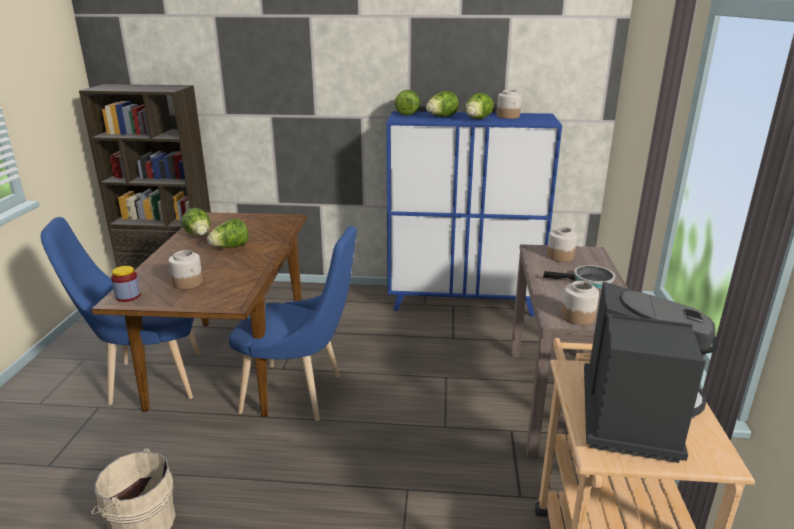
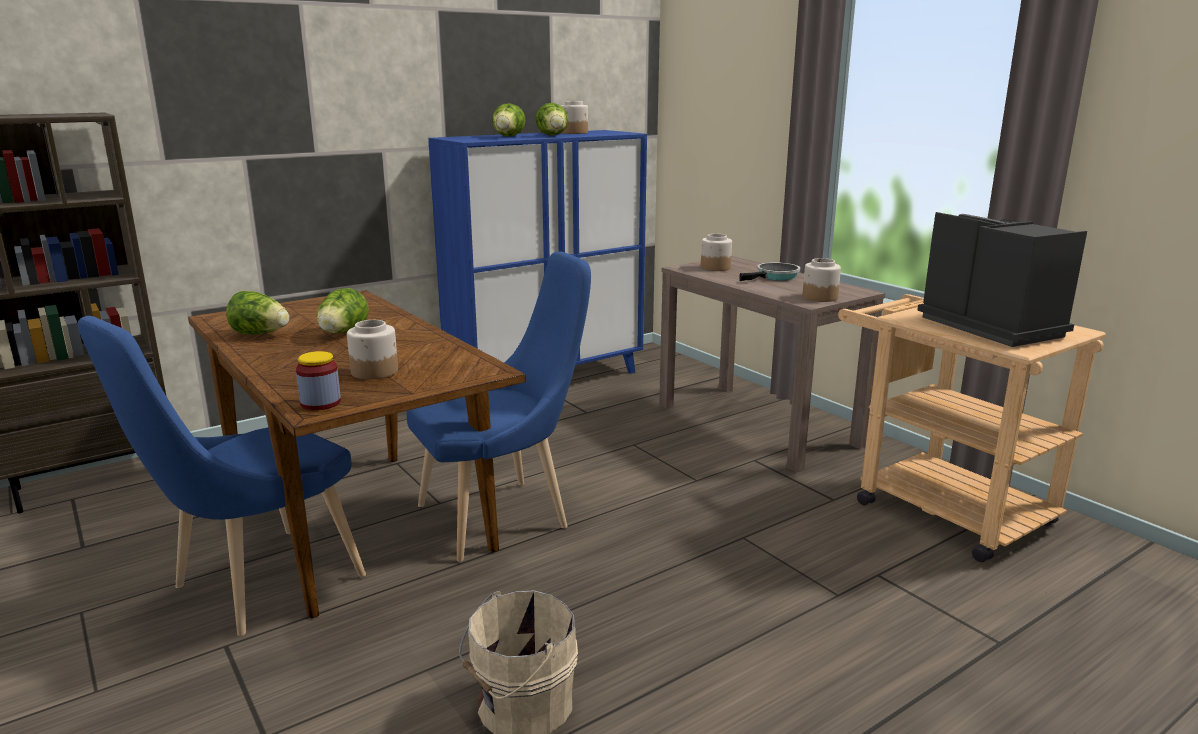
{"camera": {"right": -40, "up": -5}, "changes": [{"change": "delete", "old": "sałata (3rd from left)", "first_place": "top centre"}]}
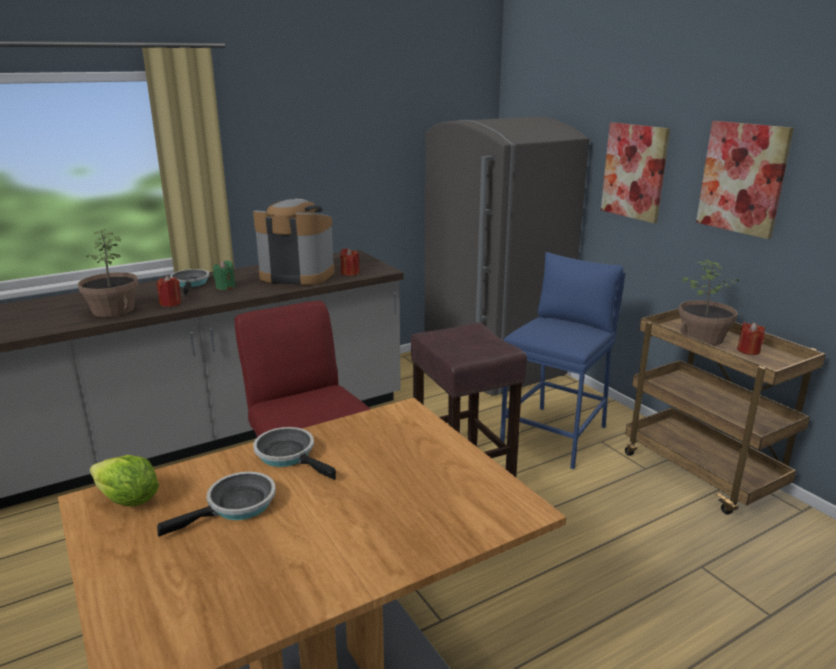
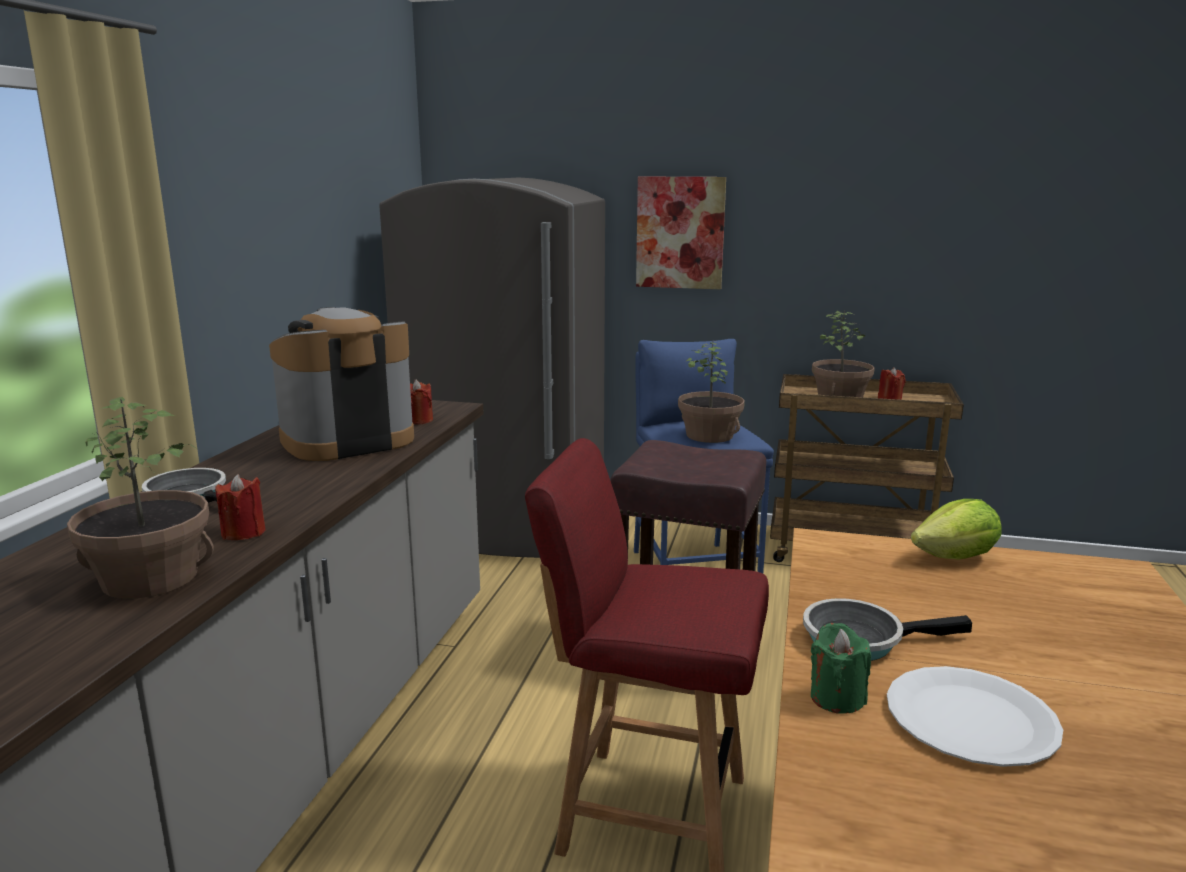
{"camera": {"right": -45, "up": -5}, "changes": [{"change": "delete", "old": "obraz (2nd from left)", "first_place": "top right"}, {"change": "insert", "new": "roślina doniczkowa (2nd from left)", "second_place": "centre"}, {"change": "move", "old": "sałata", "first_place": "bottom left", "second_place": "middle right"}, {"change": "move", "old": "świeca (zielony)", "first_place": "middle left", "second_place": "bottom right"}, {"change": "replace", "old": "patelnia (2nd from left)", "new": "talerz (biały)", "first_place": "bottom left", "second_place": "bottom right"}]}
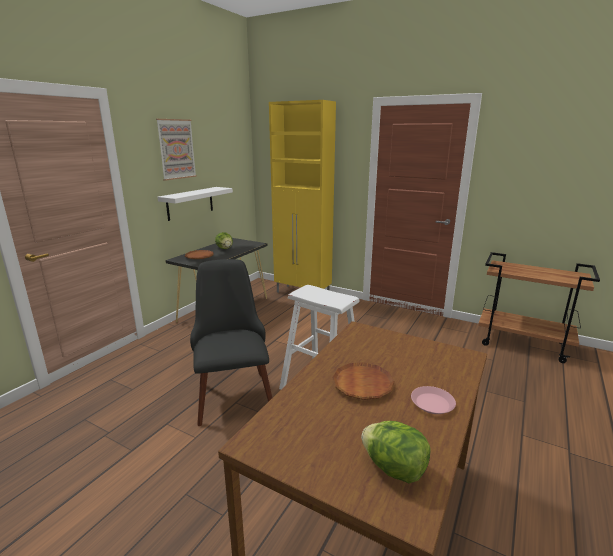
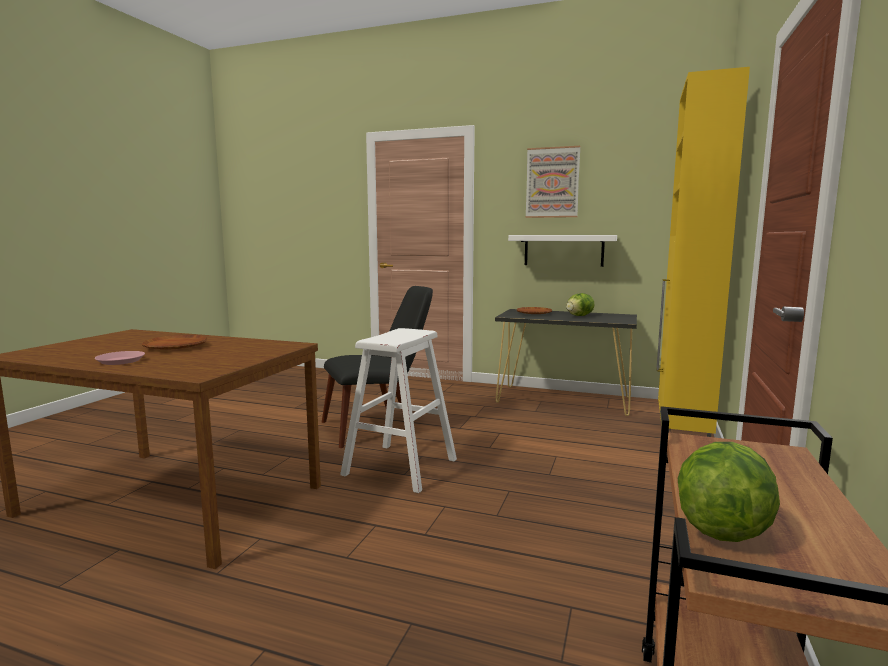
{"camera": {"right": 80, "up": -10}, "changes": [{"change": "move", "old": "sałata (2nd from left)", "first_place": "bottom centre", "second_place": "bottom right"}]}
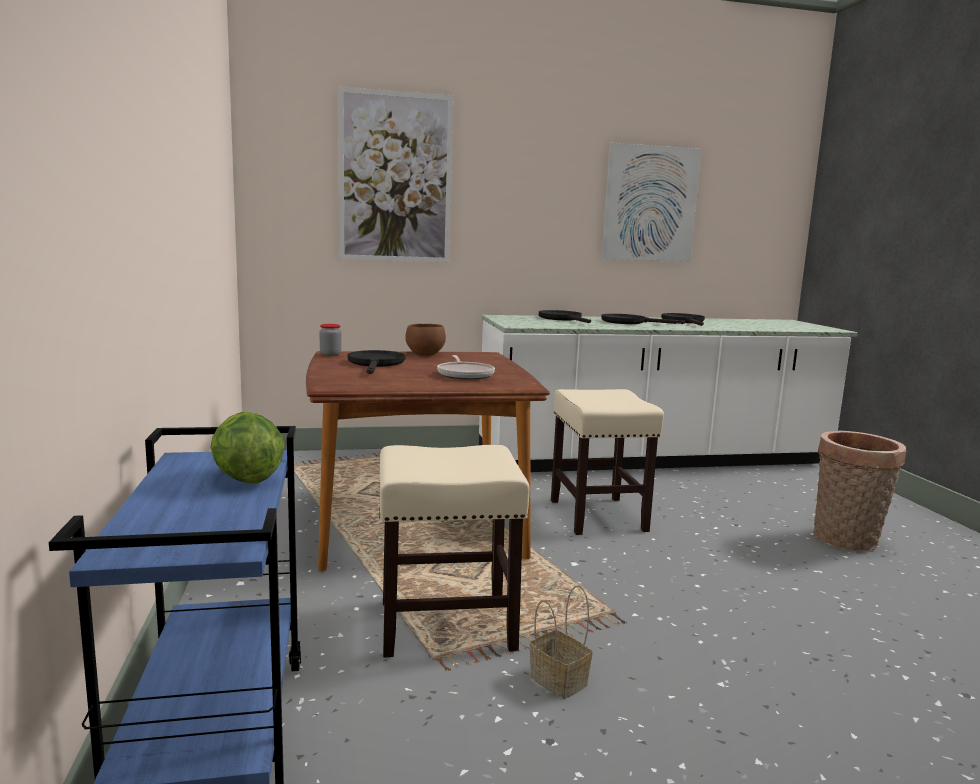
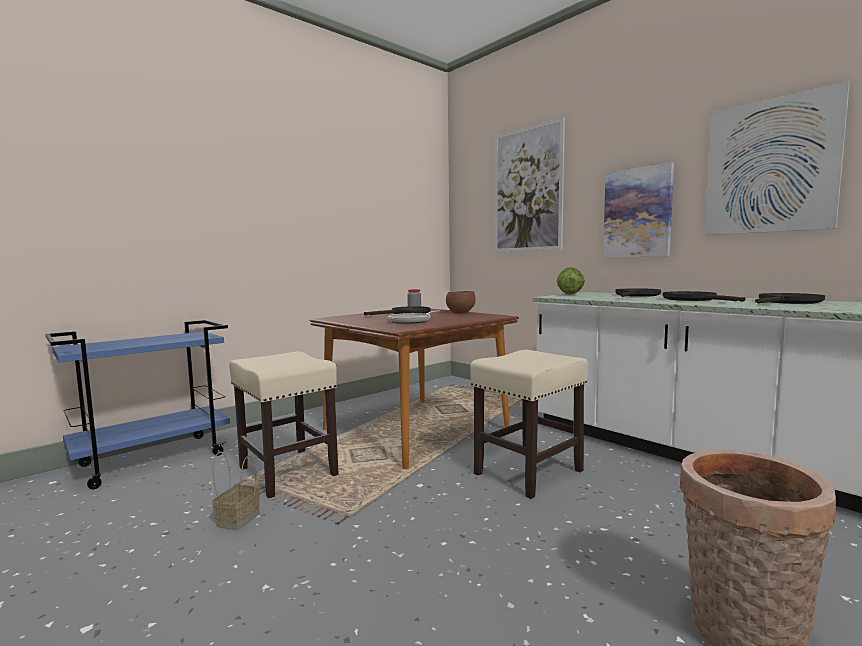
{"camera": {"right": 60, "up": -5}, "changes": [{"change": "insert", "new": "obraz (2nd from left)", "second_place": "top right"}, {"change": "move", "old": "sałata", "first_place": "middle left", "second_place": "centre"}]}
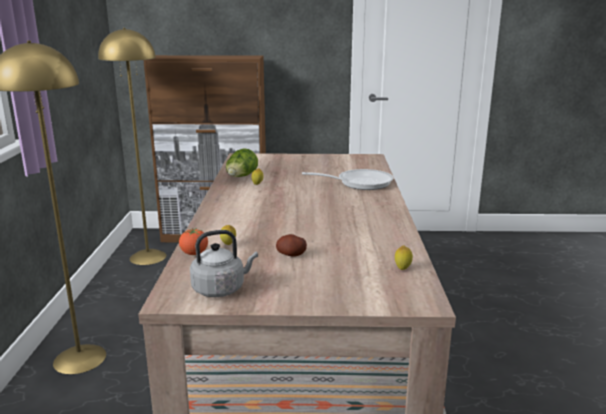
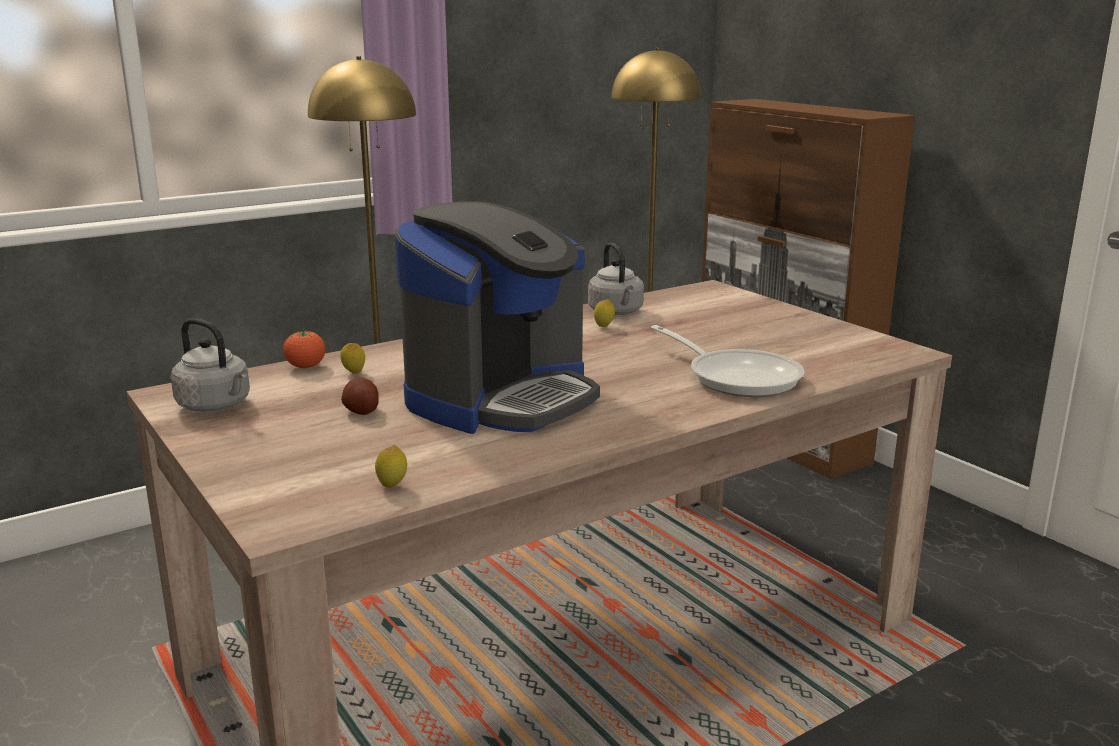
{"camera": {"right": 55, "up": 0}, "changes": [{"change": "insert", "new": "ekspres do kawy", "second_place": "centre"}, {"change": "replace", "old": "sałata", "new": "czajnik (szary) (2nd from left)", "first_place": "centre", "second_place": "centre"}]}
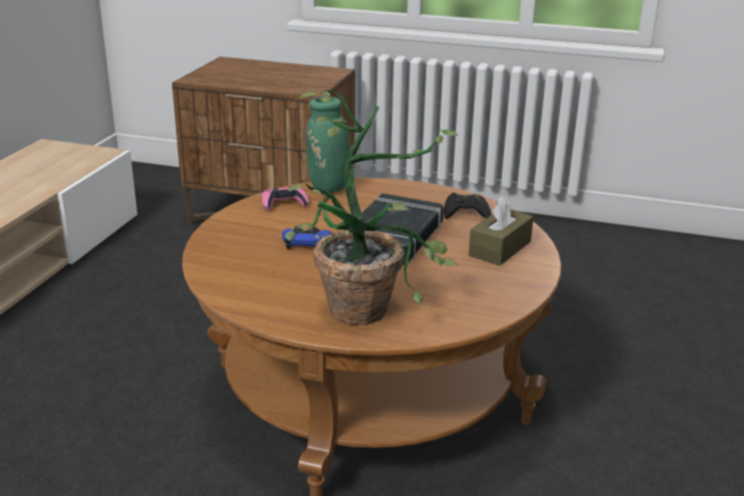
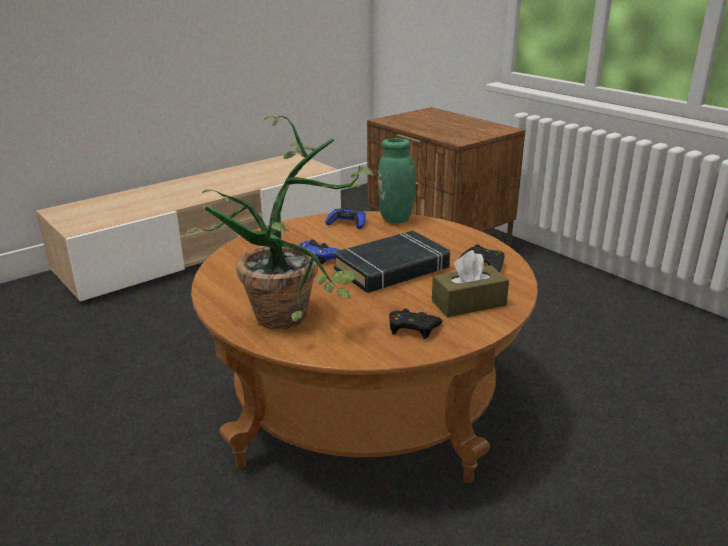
{"camera": {"right": 35, "up": 0}, "changes": [{"change": "insert", "new": "pad do gier (czarny) (1st from left)", "second_place": "centre"}, {"change": "recolor", "old": "pad do gier (różowy)", "new": "pad do gier (niebieski) (2nd from left)", "first_place": "centre", "second_place": "centre"}]}
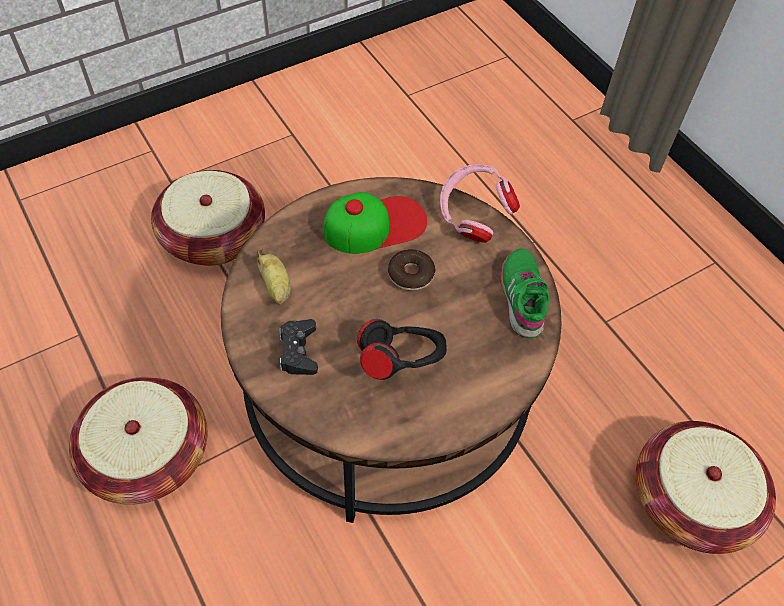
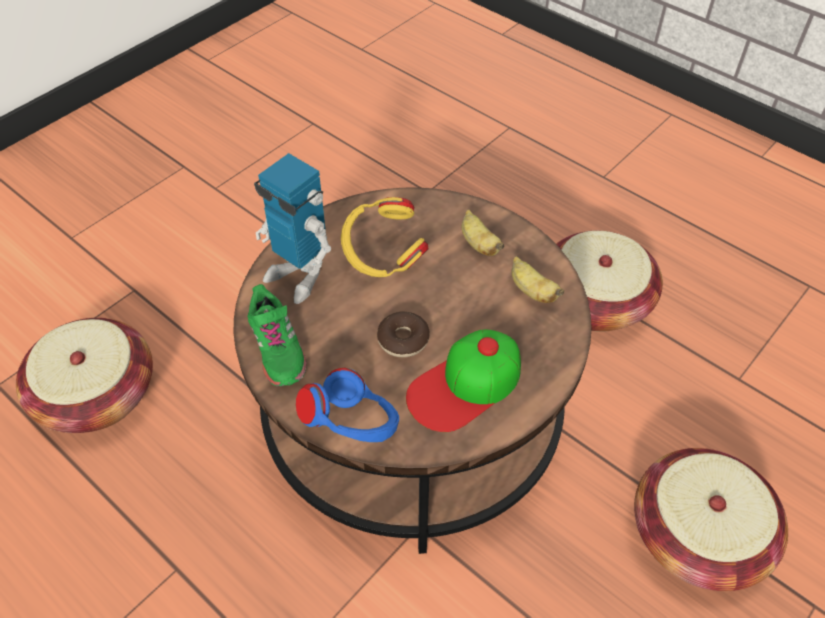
{"camera": {"right": 165, "up": -5}, "changes": [{"change": "insert", "new": "robot zabawkowy", "second_place": "centre"}, {"change": "replace", "old": "pad do gier (czarny)", "new": "banan (1st from left)", "first_place": "centre", "second_place": "centre"}, {"change": "recolor", "old": "słuchawki (czarny)", "new": "słuchawki (żółty)", "first_place": "centre", "second_place": "centre"}, {"change": "recolor", "old": "słuchawki (różowy)", "new": "słuchawki (niebieski)", "first_place": "centre", "second_place": "centre"}]}
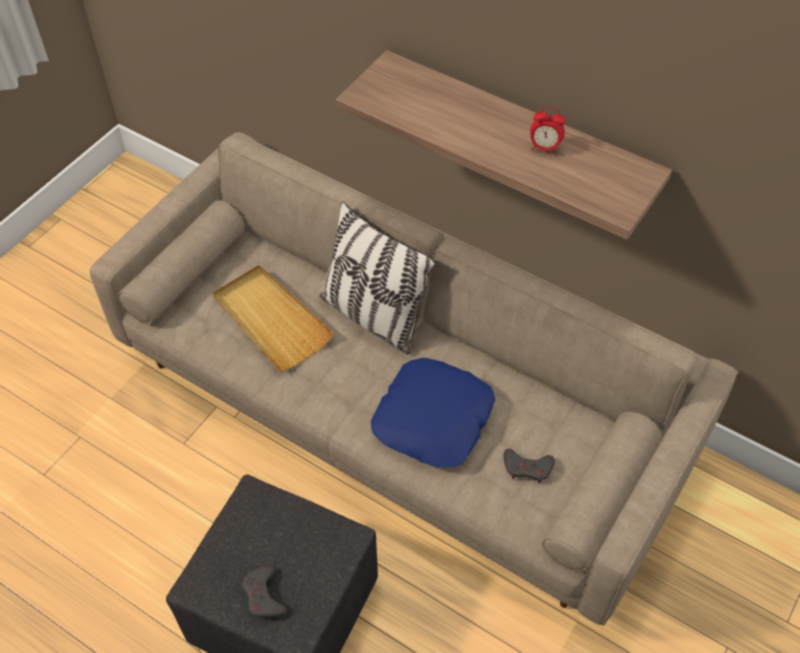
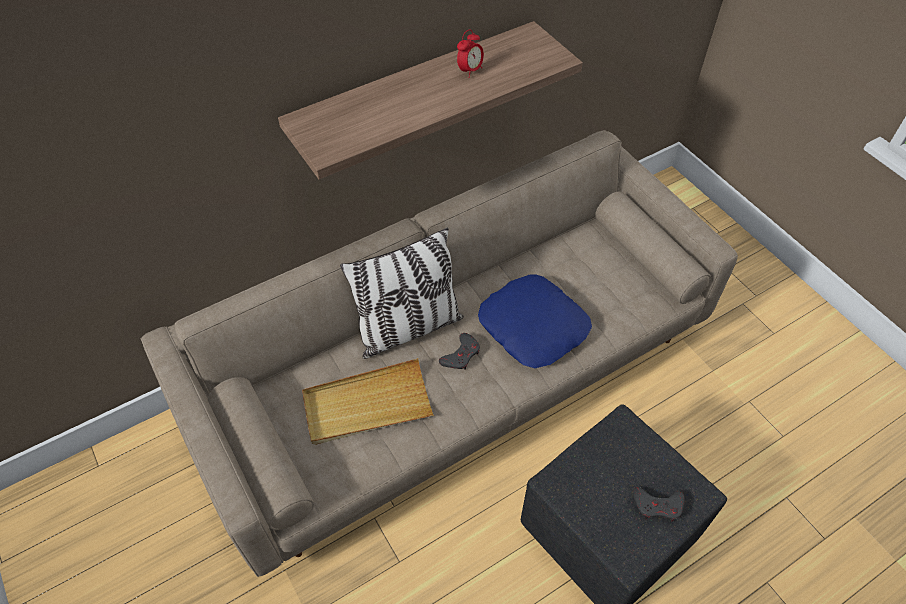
{"camera": {"right": -65, "up": 0}, "changes": [{"change": "move", "old": "pad do gier (szary) (2nd from left in the first image)", "new": "pad do gier (szary) (1st from left)", "first_place": "bottom centre", "second_place": "centre"}]}
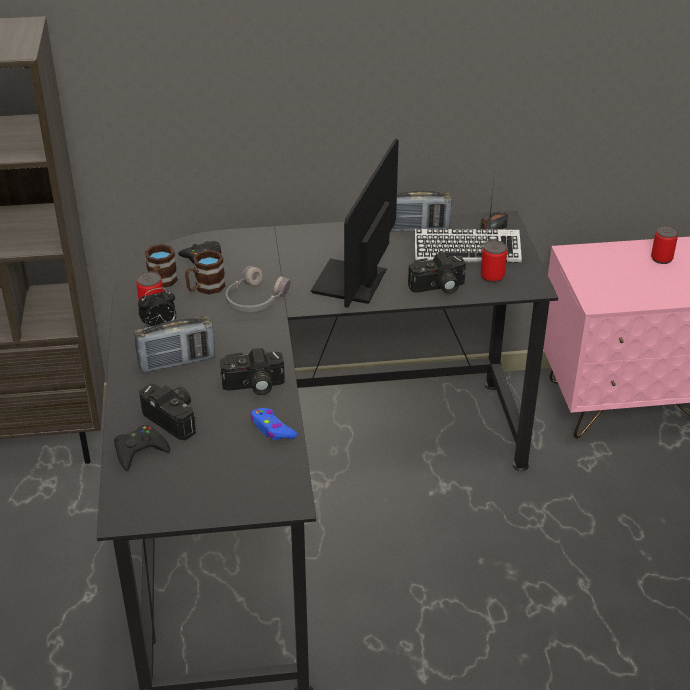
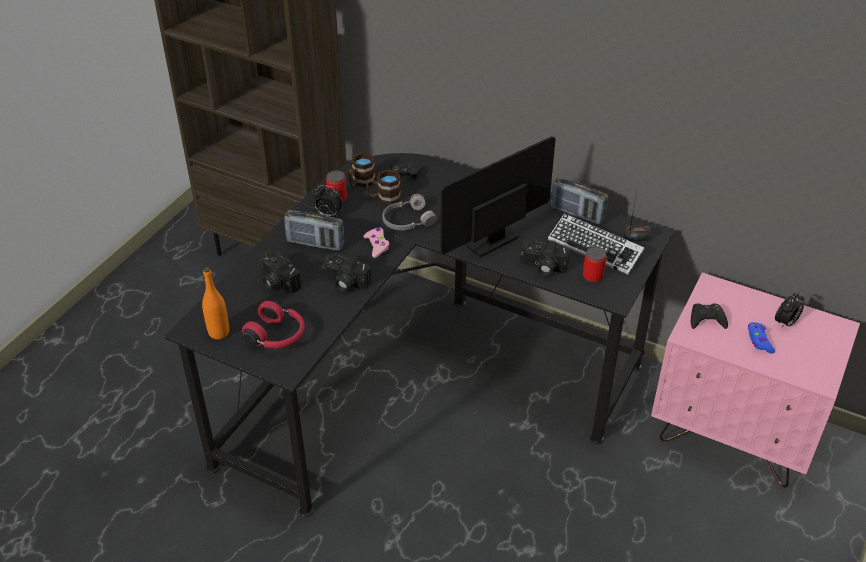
{"camera": {"right": 35, "up": 5}, "changes": [{"change": "insert", "new": "butelka (pomarańczowy)", "second_place": "middle left"}, {"change": "insert", "new": "słuchawki (czerwony)", "second_place": "middle left"}, {"change": "insert", "new": "pad do gier (różowy)", "second_place": "centre"}, {"change": "move", "old": "pad do gier (czarny) (1st from left in the first image)", "new": "pad do gier (czarny) (2nd from left)", "first_place": "middle left", "second_place": "middle right"}, {"change": "move", "old": "pad do gier (niebieski)", "first_place": "centre", "second_place": "middle right"}, {"change": "replace", "old": "puszka (3rd from left)", "new": "budzik (2nd from left)", "first_place": "middle right", "second_place": "middle right"}, {"change": "rotate", "old": "aparat fotograficzny (1st from left)", "first_place": "middle left", "second_place": "middle left", "degrees": 150}]}
